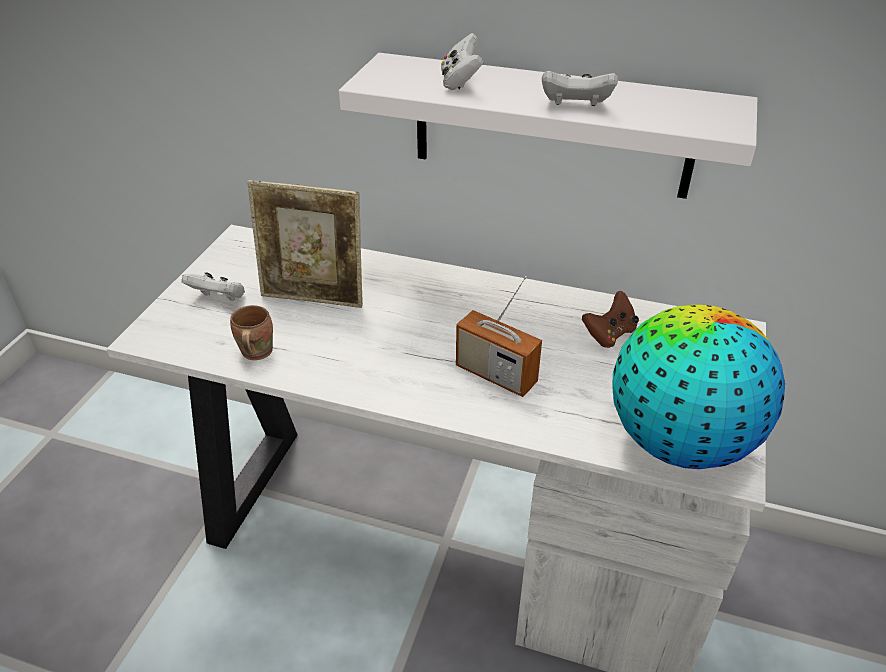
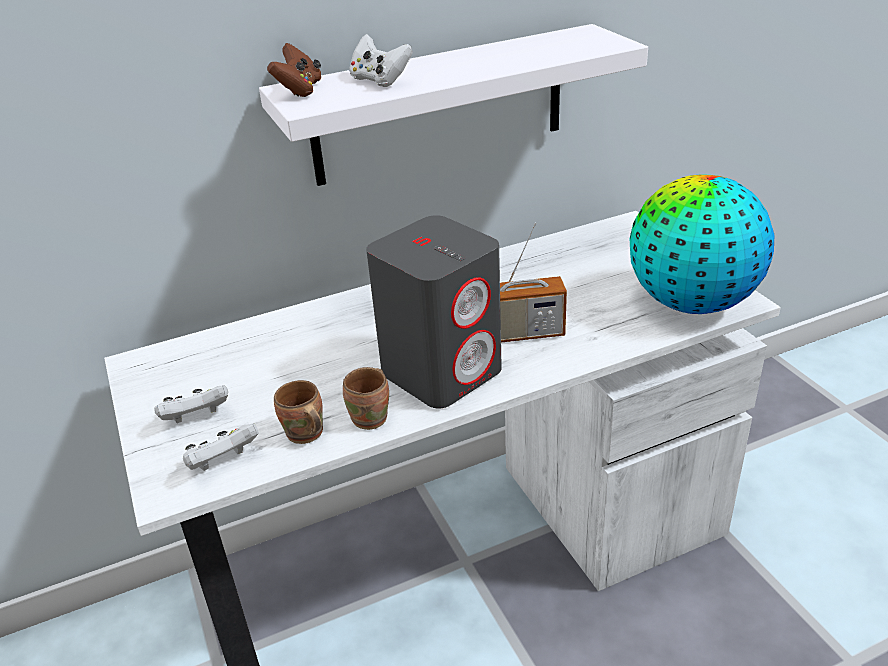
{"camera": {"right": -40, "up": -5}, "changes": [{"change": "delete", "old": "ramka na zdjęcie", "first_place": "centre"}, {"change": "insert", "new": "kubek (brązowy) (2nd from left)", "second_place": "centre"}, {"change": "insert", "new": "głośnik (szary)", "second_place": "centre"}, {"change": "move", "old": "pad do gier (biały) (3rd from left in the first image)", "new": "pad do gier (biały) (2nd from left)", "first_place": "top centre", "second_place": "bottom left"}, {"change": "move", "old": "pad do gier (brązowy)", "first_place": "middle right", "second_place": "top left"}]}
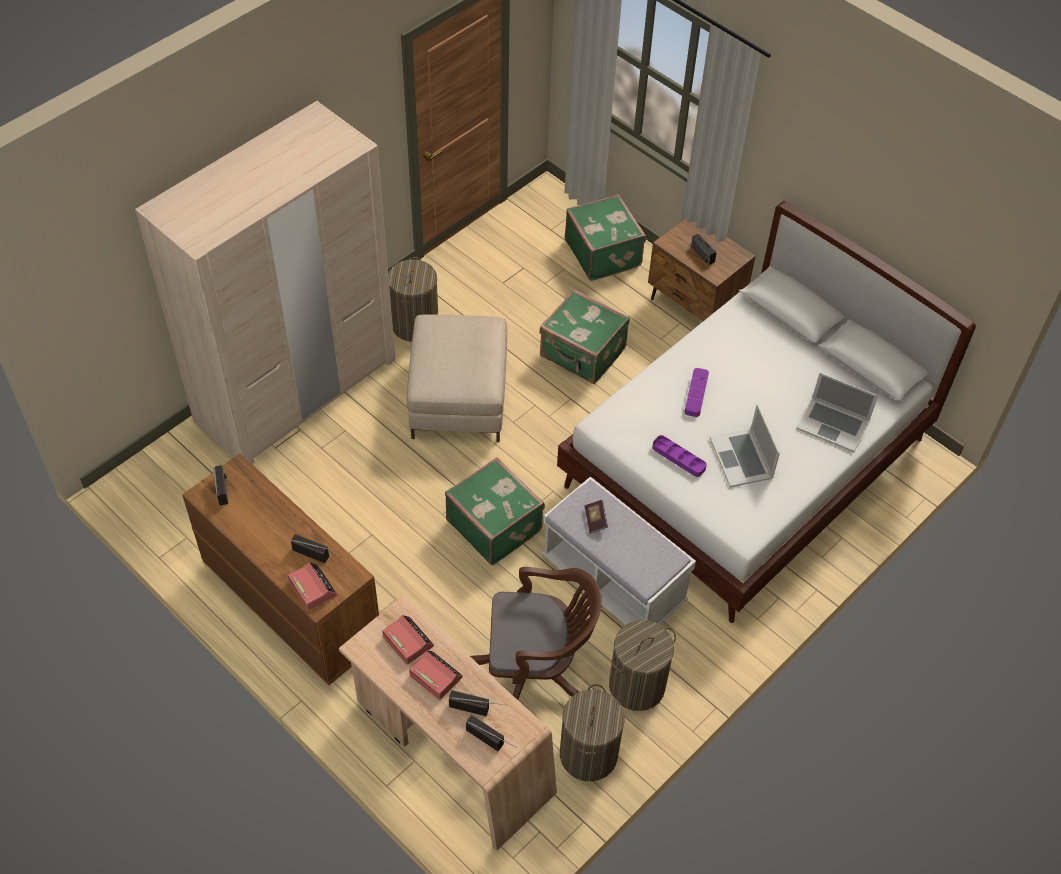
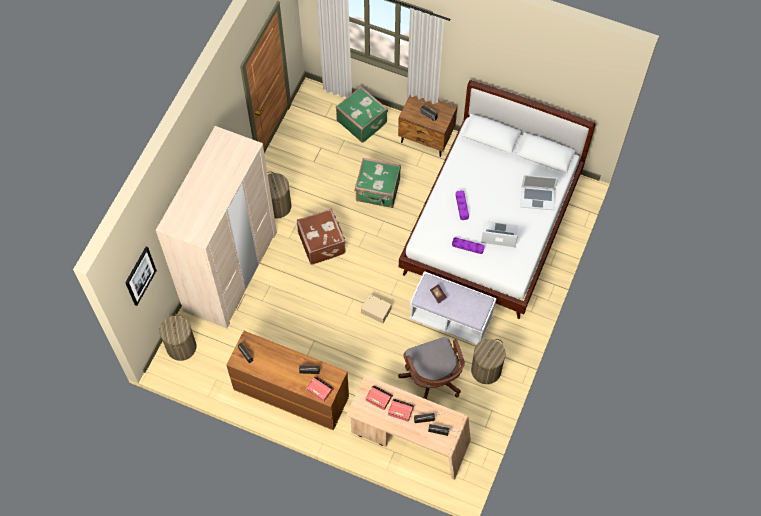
{"camera": {"right": -20, "up": 10}, "changes": [{"change": "insert", "new": "obraz", "second_place": "middle left"}, {"change": "move", "old": "kosz na pranie (2nd from left in the first image)", "new": "kosz na pranie (1st from left)", "first_place": "bottom centre", "second_place": "middle left"}, {"change": "replace", "old": "pufa (beżowy)", "new": "walizka (brązowy)", "first_place": "centre", "second_place": "centre"}, {"change": "replace", "old": "walizka (zielony) (1st from left)", "new": "pojemnik do przechowywania (beżowy)", "first_place": "centre", "second_place": "centre"}, {"change": "rotate", "old": "krzesło biurowe (brązowy)", "first_place": "bottom centre", "second_place": "bottom centre", "degrees": 90}, {"change": "rotate", "old": "laptop (1st from left)", "first_place": "middle right", "second_place": "centre", "degrees": 135}]}
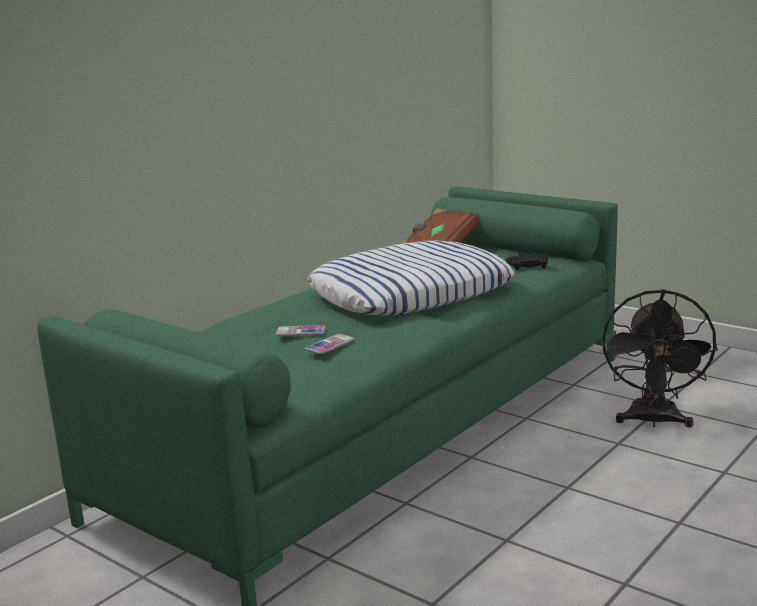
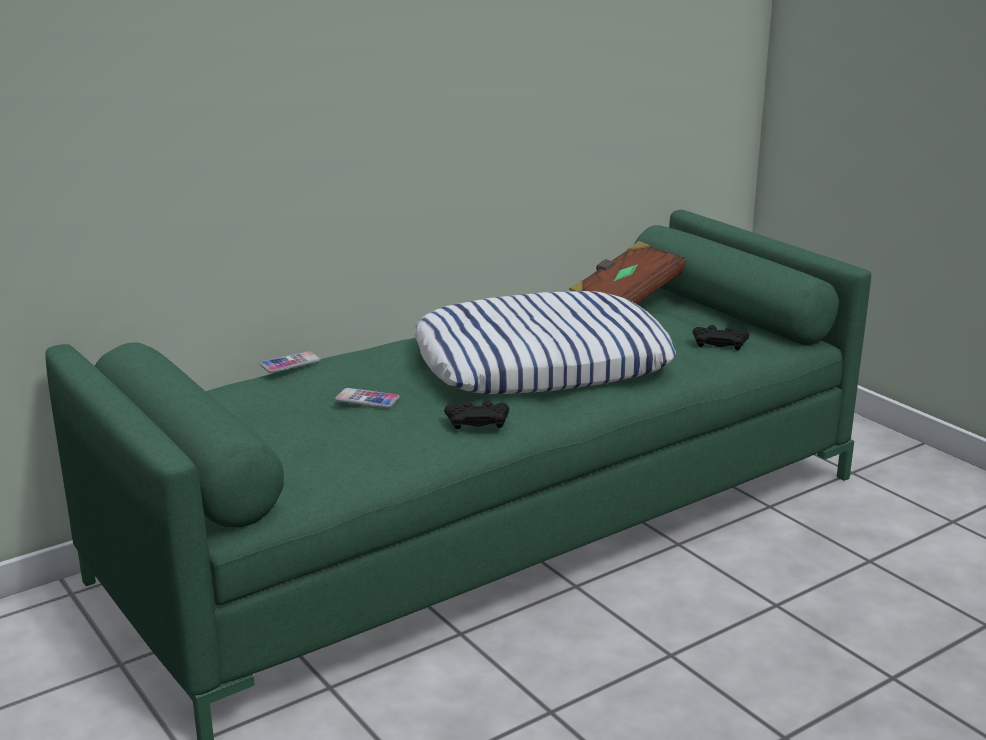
{"camera": {"right": 15, "up": 5}, "changes": [{"change": "delete", "old": "wentylator (czarny)", "first_place": "middle right"}, {"change": "insert", "new": "pad do gier (czarny) (1st from left)", "second_place": "centre"}, {"change": "move", "old": "telefon (2nd from left in the first image)", "new": "telefon (1st from left)", "first_place": "centre", "second_place": "middle left"}]}
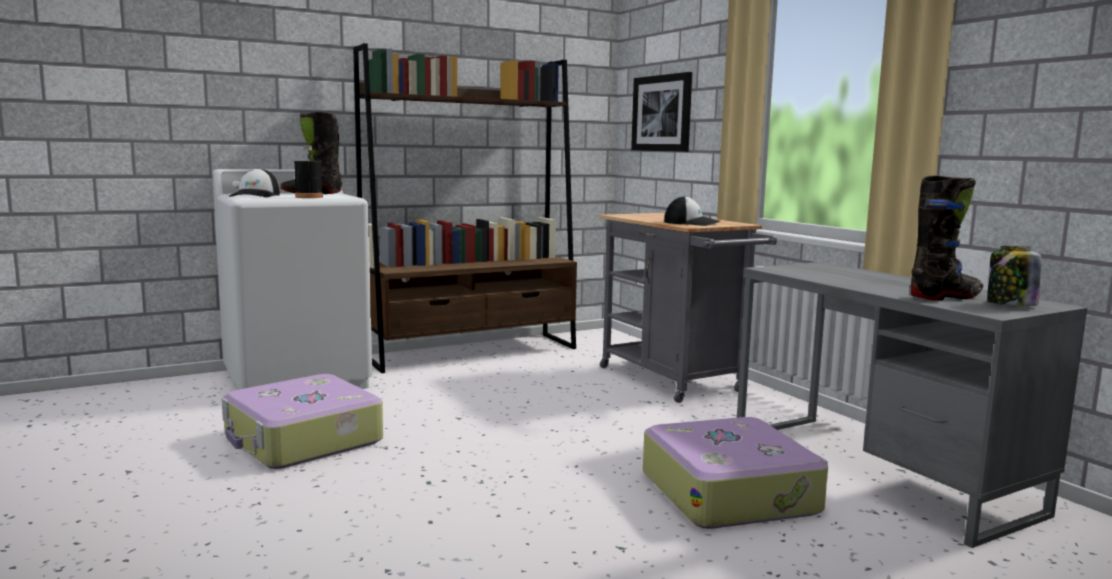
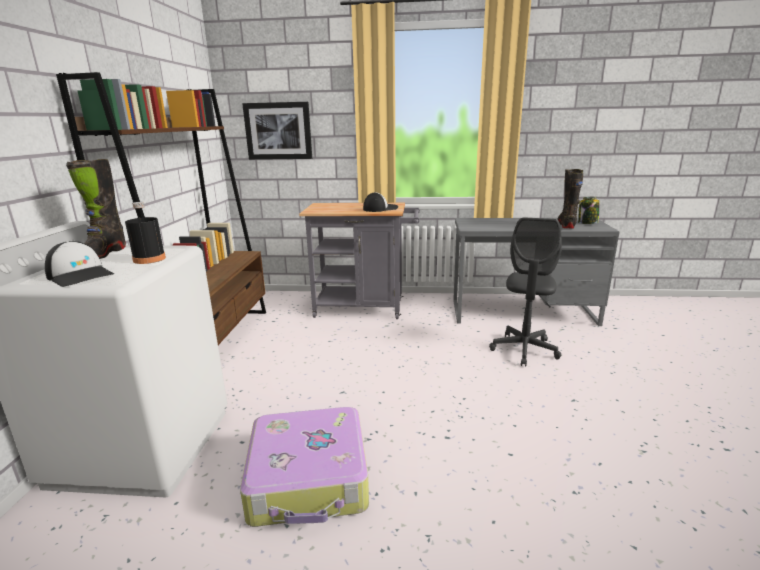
{"camera": {"right": -55, "up": 10}, "changes": [{"change": "replace", "old": "walizka (2nd from left)", "new": "krzesło biurowe (szary)", "first_place": "bottom centre", "second_place": "middle right"}]}
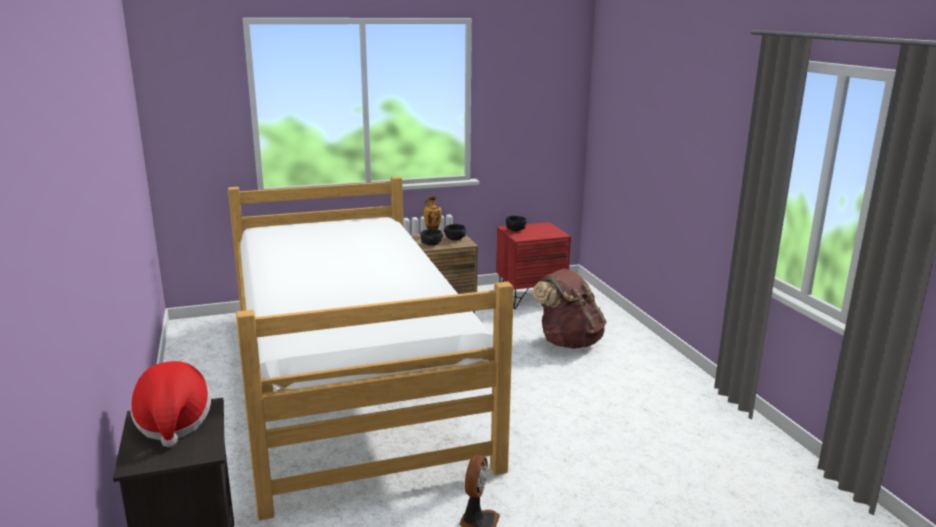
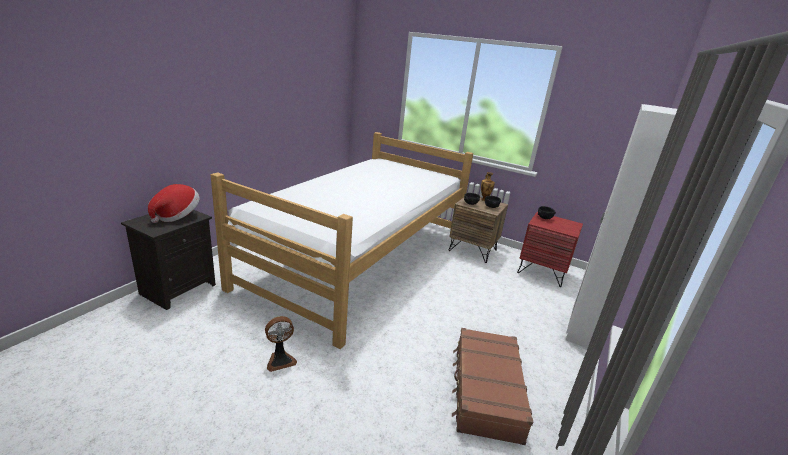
{"camera": {"right": 45, "up": 5}, "changes": [{"change": "delete", "old": "plecak (brązowy)", "first_place": "centre"}, {"change": "insert", "new": "walizka (brązowy)", "second_place": "bottom centre"}, {"change": "insert", "new": "szafa (biały)", "second_place": "middle right"}]}
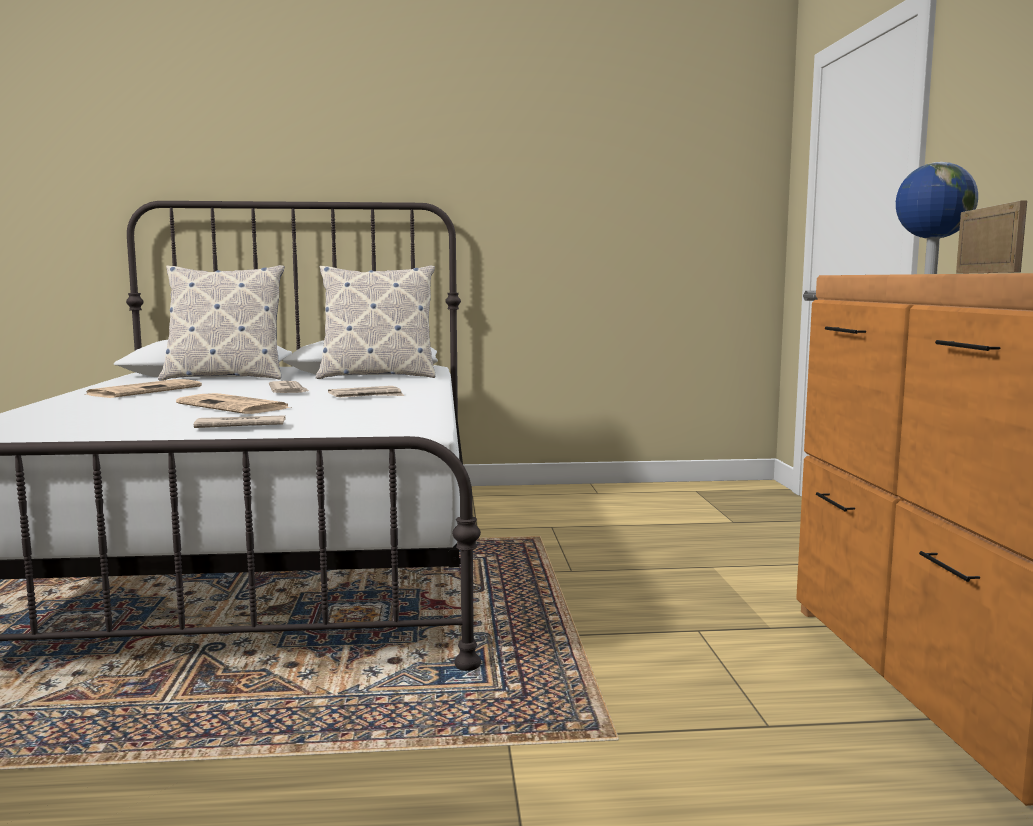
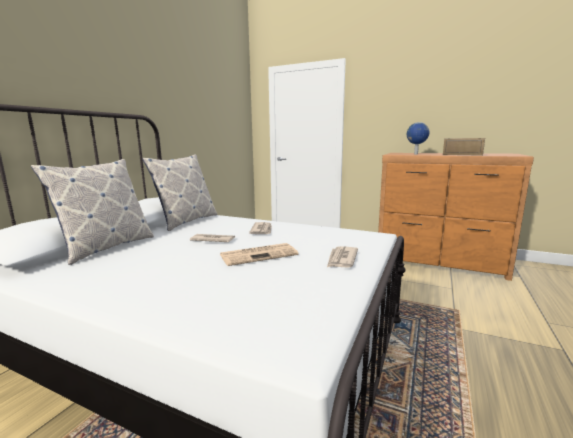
{"camera": {"right": -60, "up": 5}, "changes": [{"change": "delete", "old": "gazeta (1st from left)", "first_place": "middle left"}]}
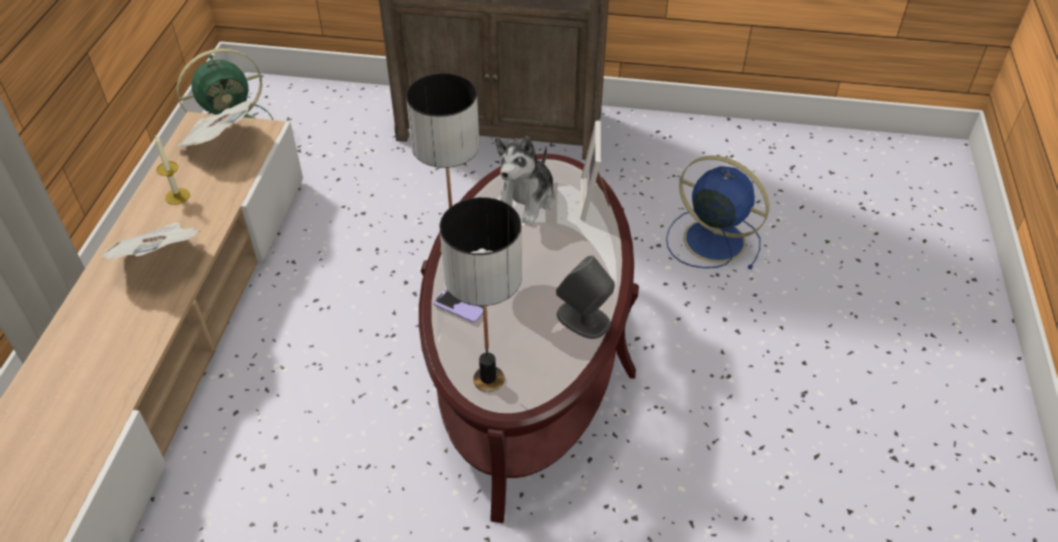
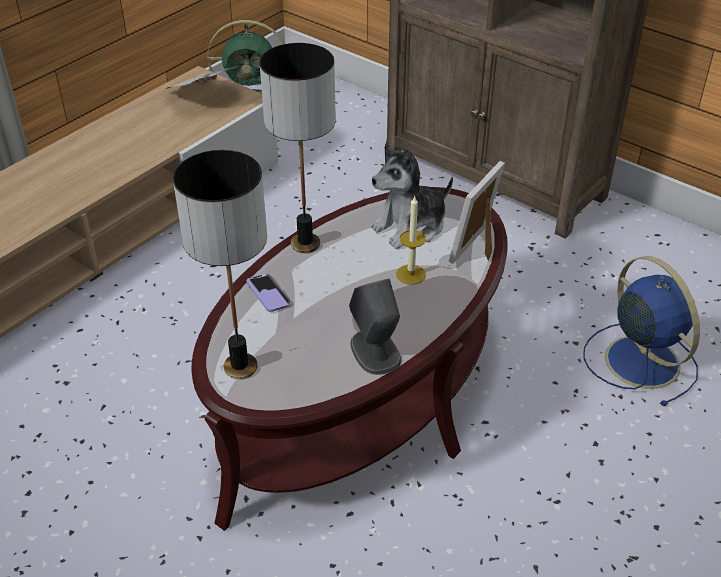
{"camera": {"right": 30, "up": -5}, "changes": [{"change": "delete", "old": "gazeta (1st from left)", "first_place": "middle left"}, {"change": "move", "old": "świeca", "first_place": "top left", "second_place": "centre"}]}
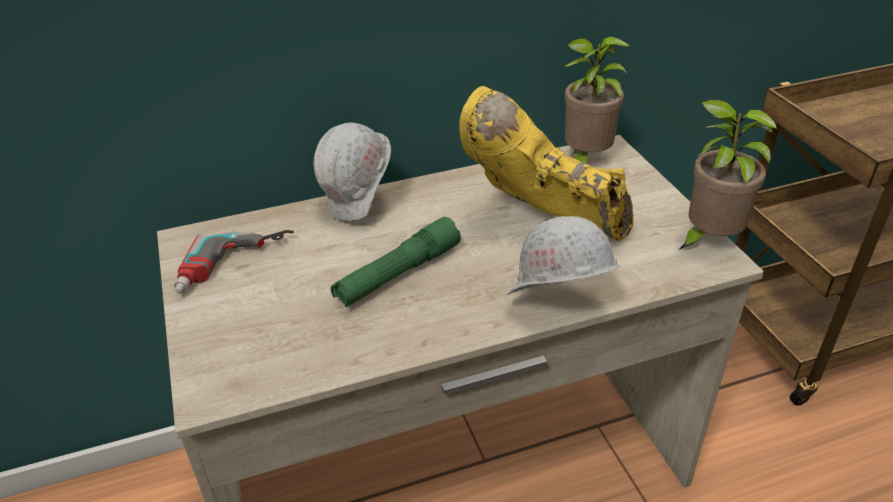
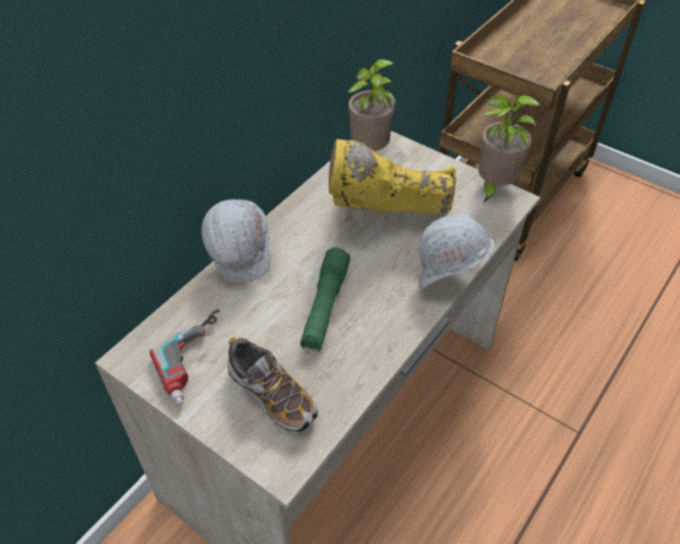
{"camera": {"right": -35, "up": 10}, "changes": [{"change": "insert", "new": "but", "second_place": "bottom centre"}]}
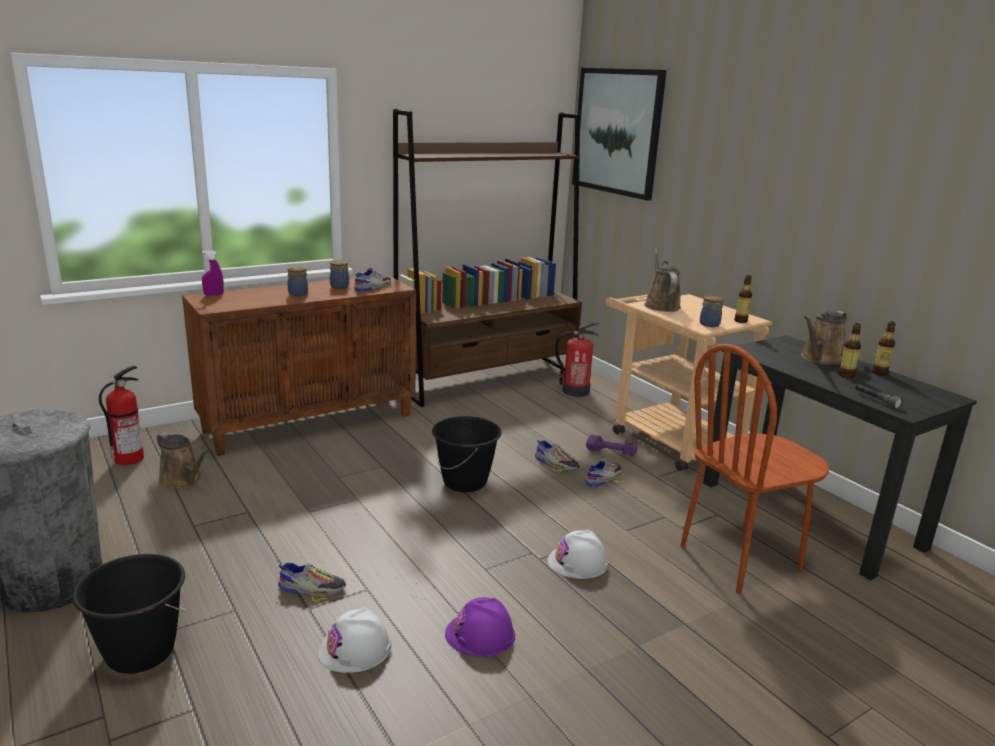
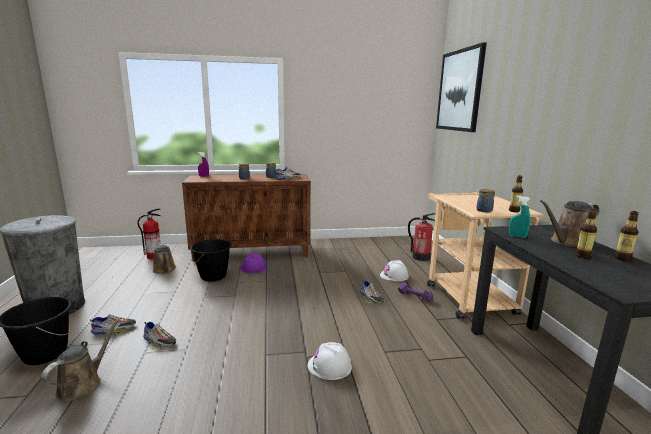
{"camera": {"right": 25, "up": -5}, "changes": [{"change": "delete", "old": "regał (brązowy)", "first_place": "centre"}, {"change": "delete", "old": "krzesło (brązowy)", "first_place": "middle right"}, {"change": "delete", "old": "latarka (szary)", "first_place": "middle right"}, {"change": "insert", "new": "spryskiwacz (turkusowy)", "second_place": "middle right"}, {"change": "move", "old": "kask (biały) (1st from left in the first image)", "new": "kask (biały) (2nd from left)", "first_place": "bottom centre", "second_place": "centre"}, {"change": "move", "old": "wiadro (czarny) (2nd from left)", "first_place": "centre", "second_place": "middle left"}, {"change": "move", "old": "kask (fioletowy)", "first_place": "bottom centre", "second_place": "centre"}, {"change": "move", "old": "but (4th from left in the first image)", "new": "but (1st from left)", "first_place": "centre", "second_place": "bottom left"}, {"change": "move", "old": "konewka (brązowy) (2nd from left in the first image)", "new": "konewka (brązowy) (1st from left)", "first_place": "centre", "second_place": "bottom left"}]}
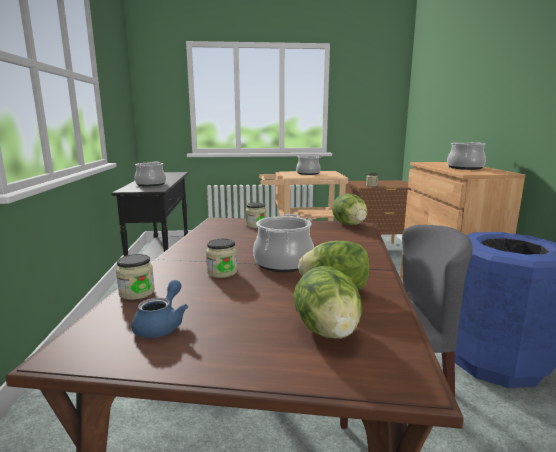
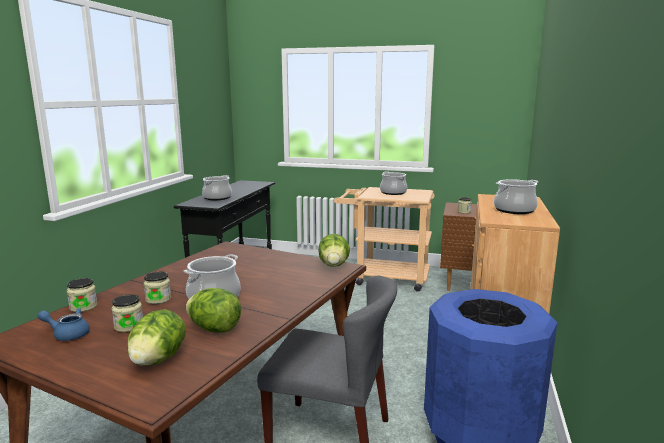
{"camera": {"right": 20, "up": 0}, "changes": [{"change": "move", "old": "słoik (3rd from left in the first image)", "new": "słoik (2nd from left)", "first_place": "centre", "second_place": "bottom left"}, {"change": "rotate", "old": "imbryk (niebieski)", "first_place": "bottom left", "second_place": "bottom left", "degrees": -120}]}
